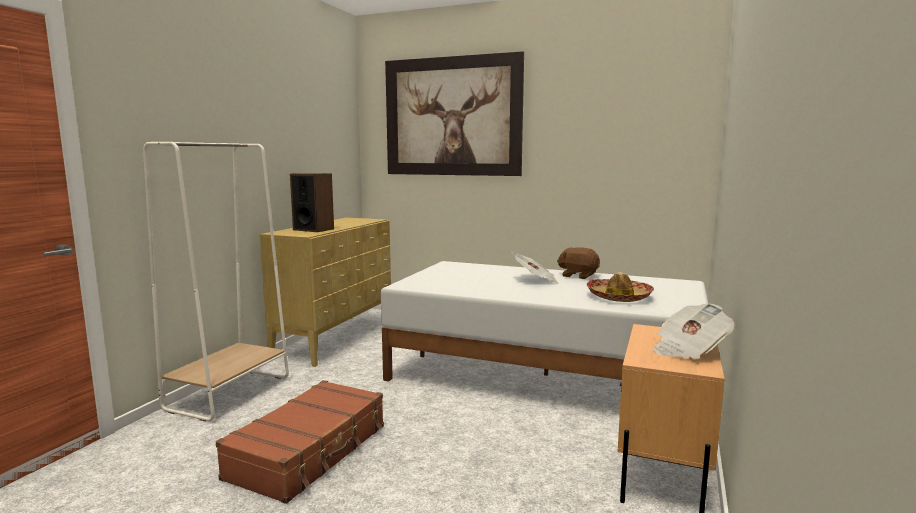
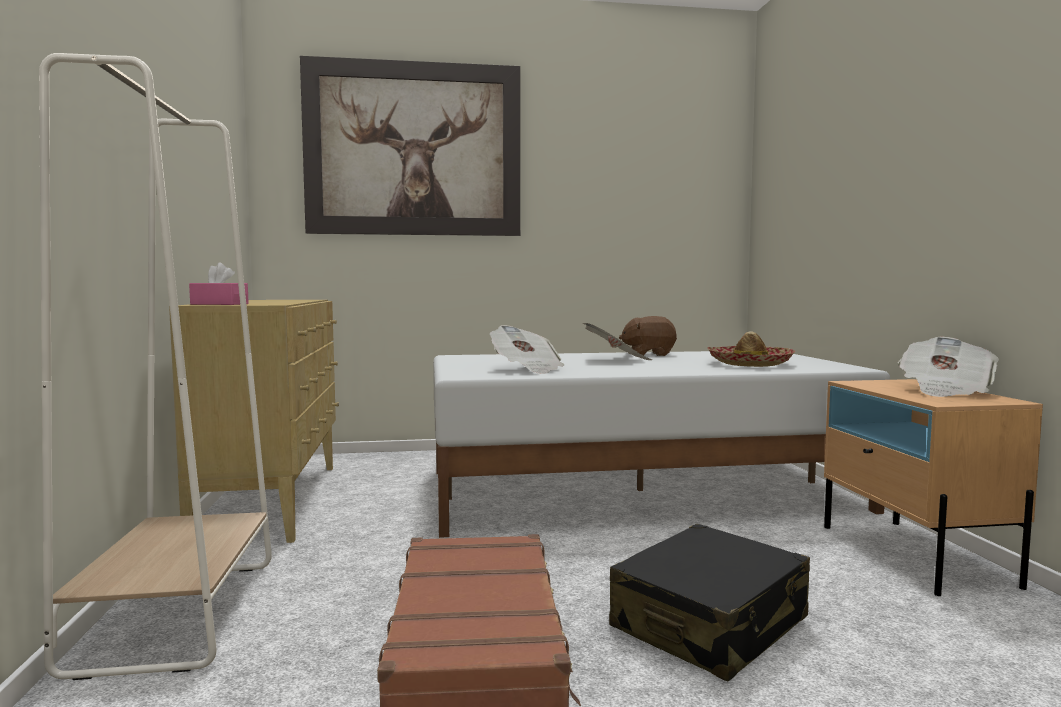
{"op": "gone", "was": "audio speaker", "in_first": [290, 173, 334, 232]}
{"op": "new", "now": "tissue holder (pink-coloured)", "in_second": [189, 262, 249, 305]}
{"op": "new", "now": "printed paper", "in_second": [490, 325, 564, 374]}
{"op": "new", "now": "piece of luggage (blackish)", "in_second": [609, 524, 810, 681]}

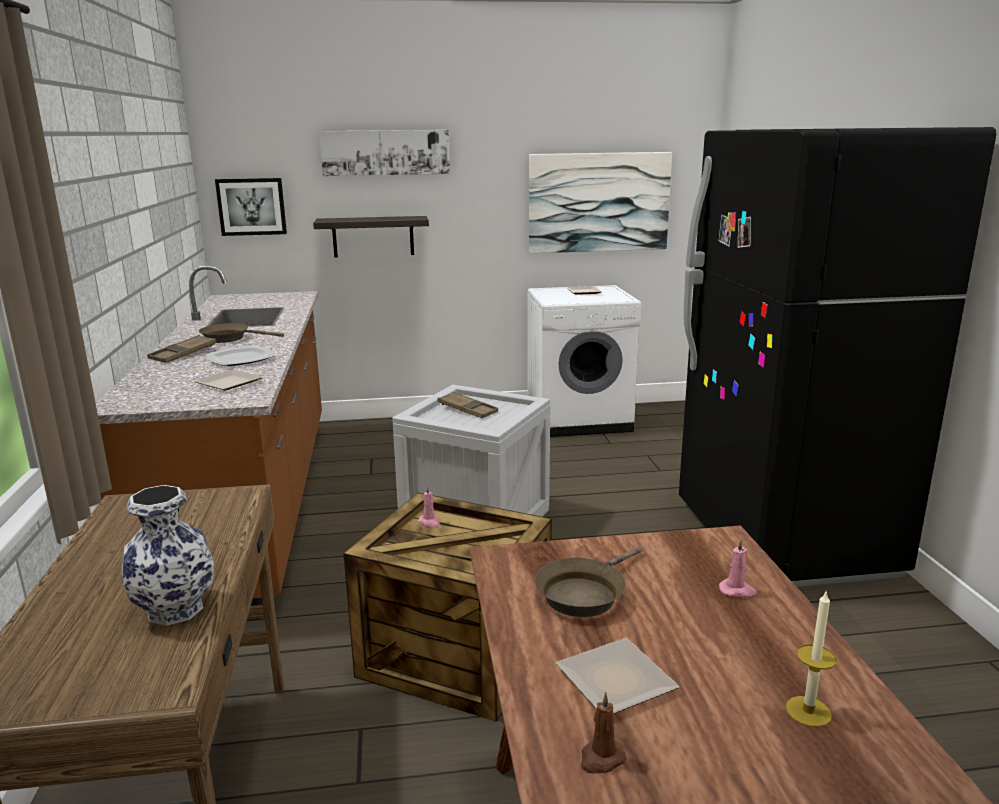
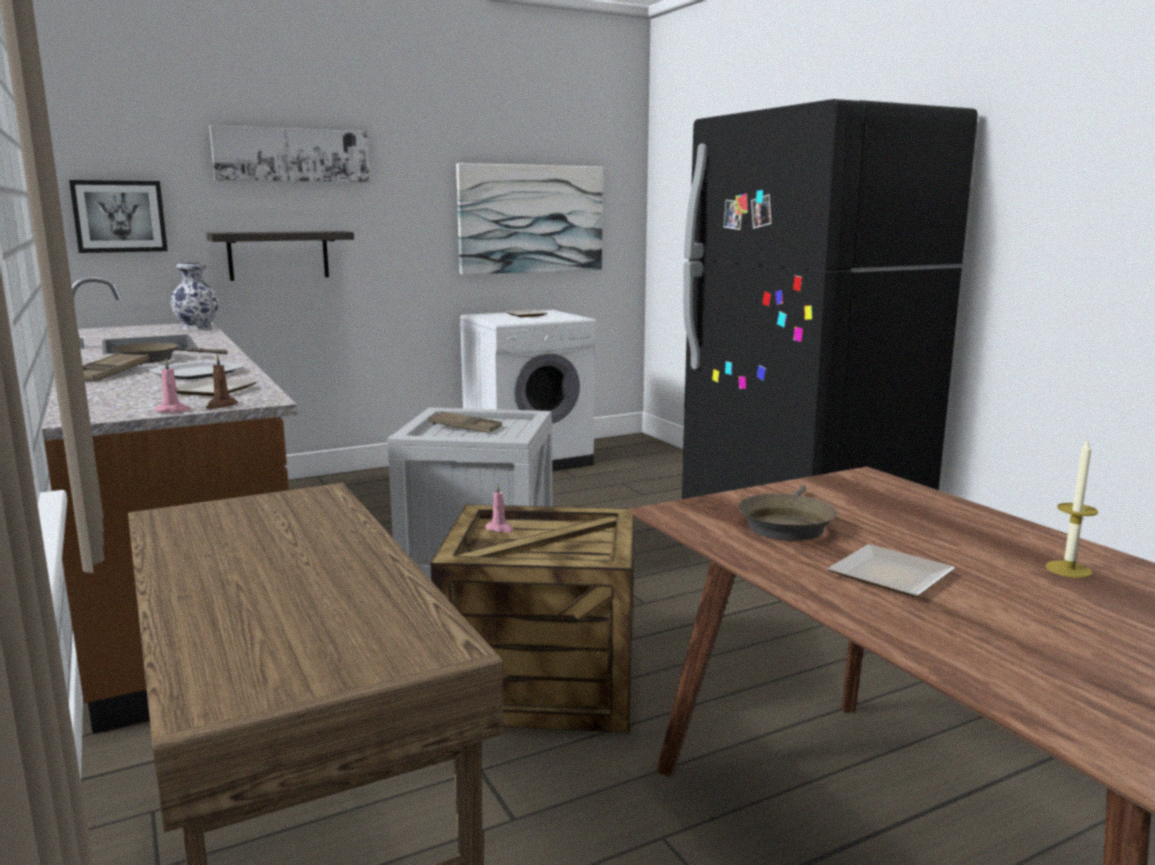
{"op": "shifted", "was": "flower vase", "in_first": [121, 485, 214, 626], "in_second": [170, 263, 219, 330]}
{"op": "shifted", "was": "candle (brown)", "in_first": [581, 692, 626, 774], "in_second": [206, 355, 238, 409]}
{"op": "shifted", "was": "candle (pink-coloured)", "in_first": [719, 538, 757, 598], "in_second": [155, 358, 191, 412]}

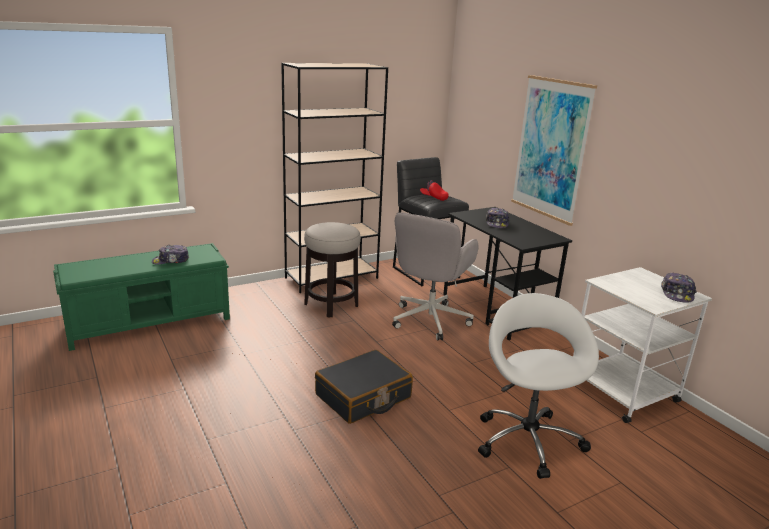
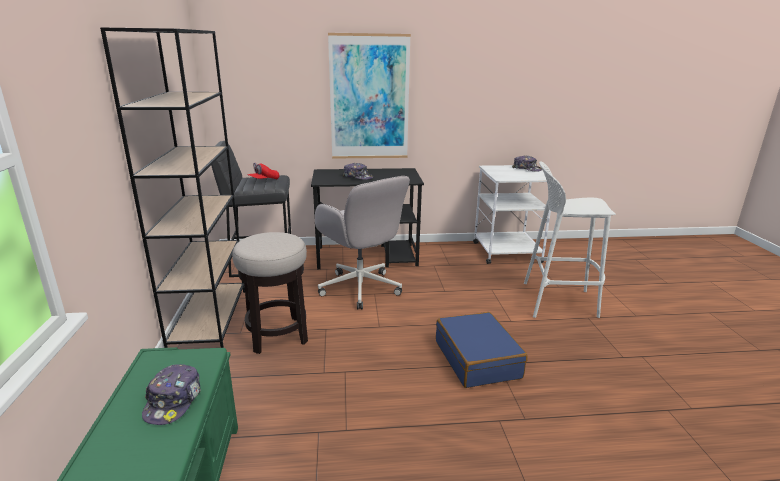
{"op": "repainted", "was": "piece of luggage (blackish)", "now": "piece of luggage (bluish)", "in_first": [315, 350, 413, 424], "in_second": [436, 312, 528, 388]}
{"op": "swapped", "was": "office chair (white-coloured)", "now": "stool seat (white-coloured)", "in_first": [478, 293, 599, 479], "in_second": [524, 161, 616, 318]}

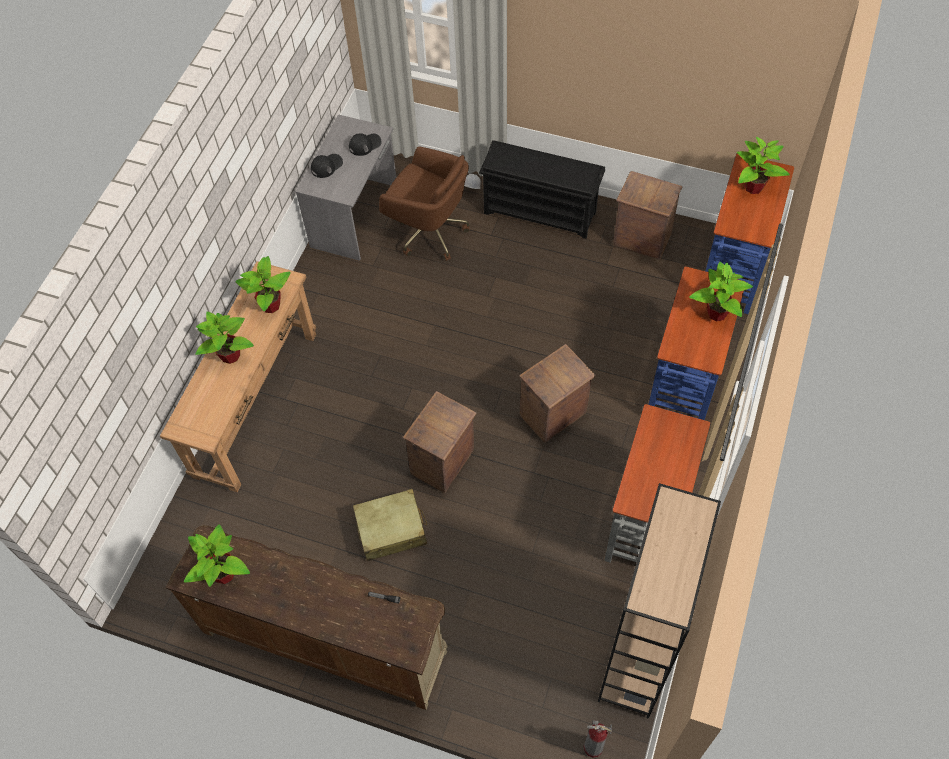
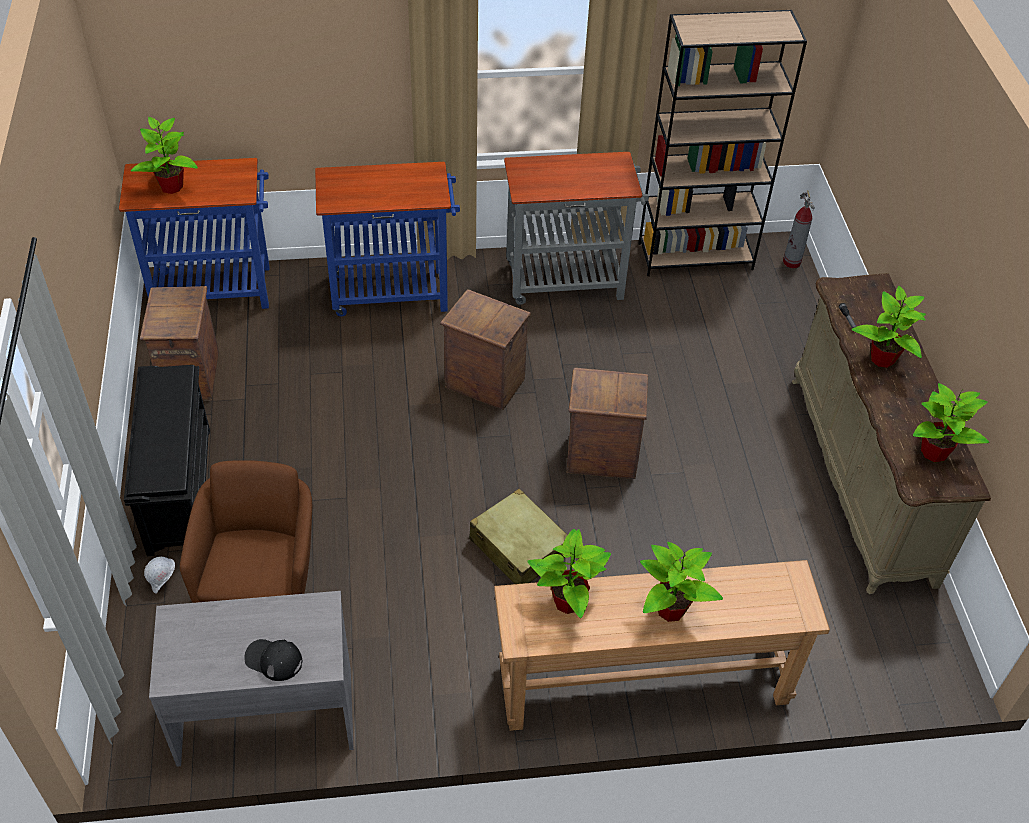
{"op": "gone", "was": "cap (blackish)", "in_first": [349, 133, 381, 156]}
{"op": "shifted", "was": "piece of luggage (sand-coloured)", "in_first": [353, 489, 427, 561], "in_second": [469, 488, 568, 584]}
{"op": "shifted", "was": "houseplant", "in_first": [689, 262, 753, 321], "in_second": [852, 286, 926, 368]}

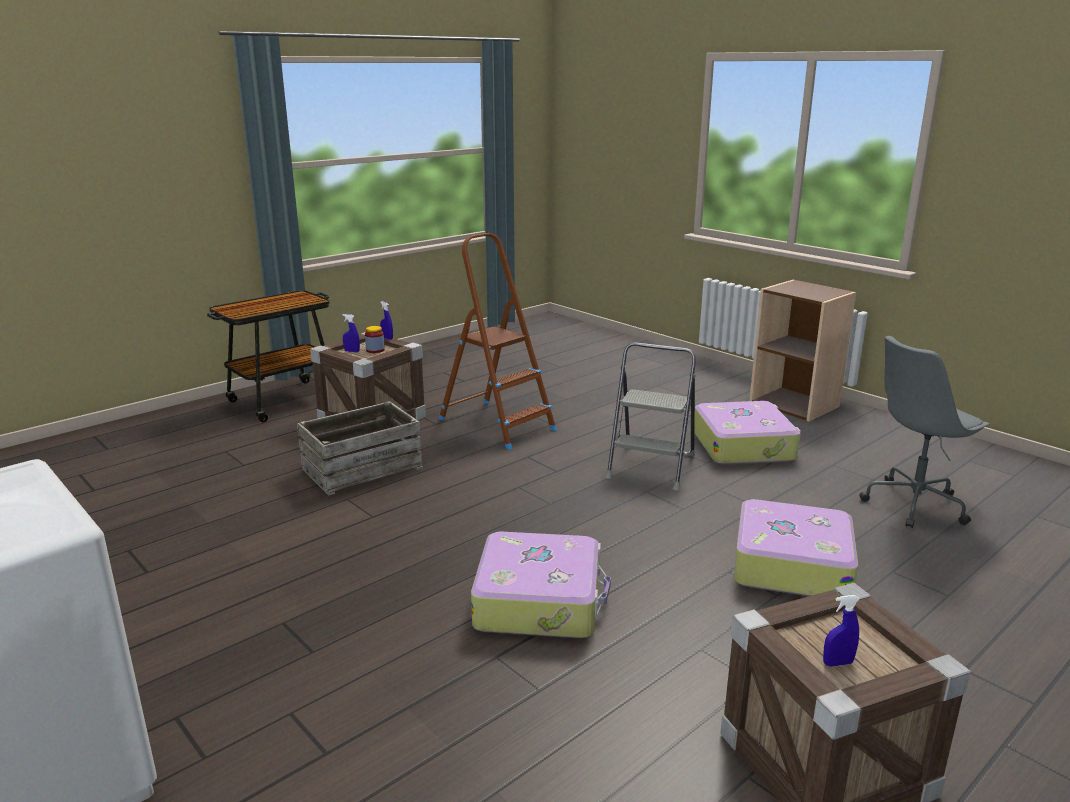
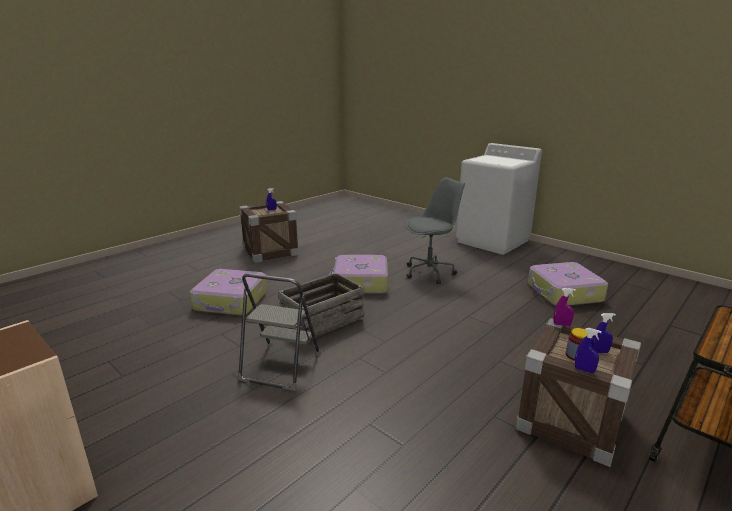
{"op": "shifted", "was": "crate", "in_first": [297, 401, 423, 496], "in_second": [278, 273, 364, 342]}
{"op": "gone", "was": "step ladder (brown)", "in_first": [439, 233, 557, 450]}
{"op": "shifted", "was": "piece of luggage", "in_first": [694, 401, 801, 465], "in_second": [528, 262, 608, 306]}
{"op": "shifted", "was": "office chair (grey)", "in_first": [859, 336, 989, 528], "in_second": [406, 177, 465, 284]}
{"op": "new", "now": "sprayer (purple-coloured)", "in_second": [553, 288, 576, 326]}

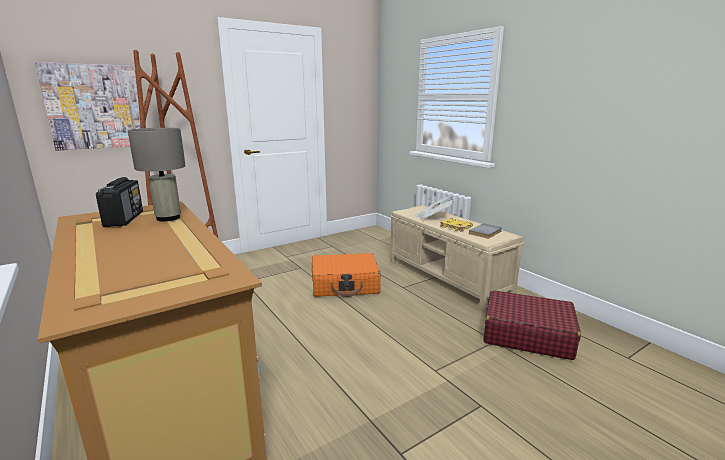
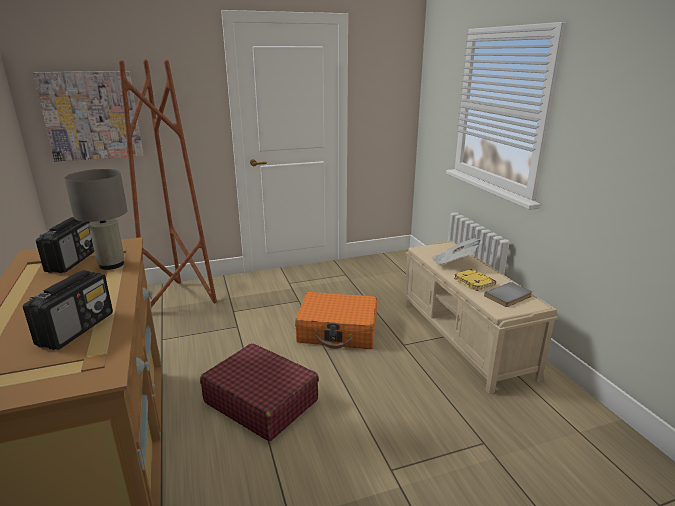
{"op": "shifted", "was": "piece of luggage (red)", "in_first": [483, 290, 581, 360], "in_second": [200, 343, 319, 441]}
{"op": "new", "now": "radio", "in_second": [23, 270, 113, 350]}

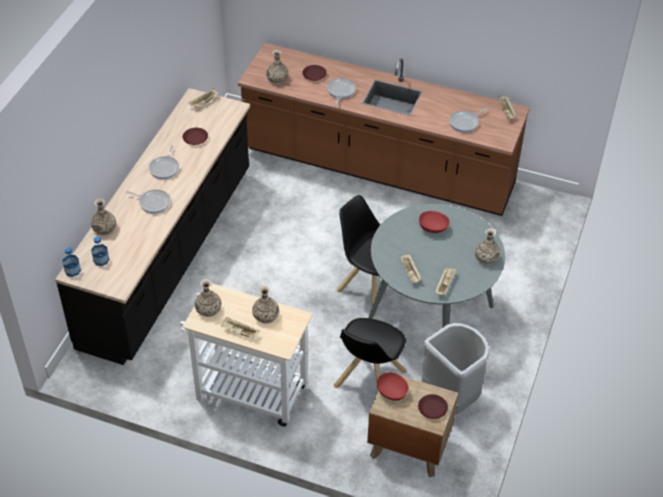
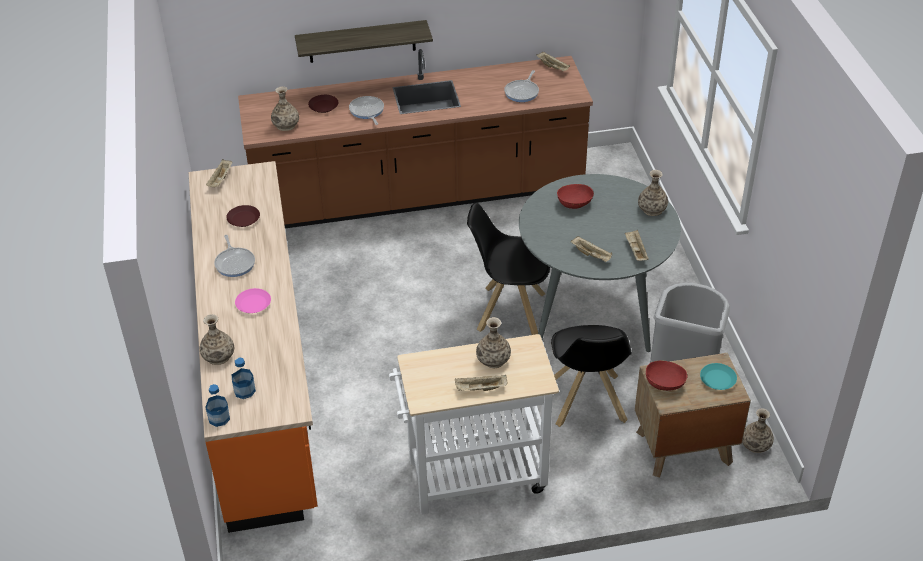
{"op": "repainted", "was": "counter (blackish)", "now": "counter (orangey)", "in_first": [55, 88, 250, 365], "in_second": [189, 161, 318, 533]}
{"op": "swapped", "was": "pan", "now": "flat dish (pink-coloured)", "in_first": [126, 189, 171, 214], "in_second": [235, 288, 271, 313]}
{"op": "shifted", "was": "flower vase", "in_first": [194, 279, 222, 317], "in_second": [742, 408, 774, 453]}
{"op": "repainted", "was": "flat dish (brown)", "now": "flat dish (turquoise)", "in_first": [418, 394, 448, 419], "in_second": [700, 363, 737, 390]}
{"op": "new", "now": "shelf", "in_second": [295, 20, 433, 63]}

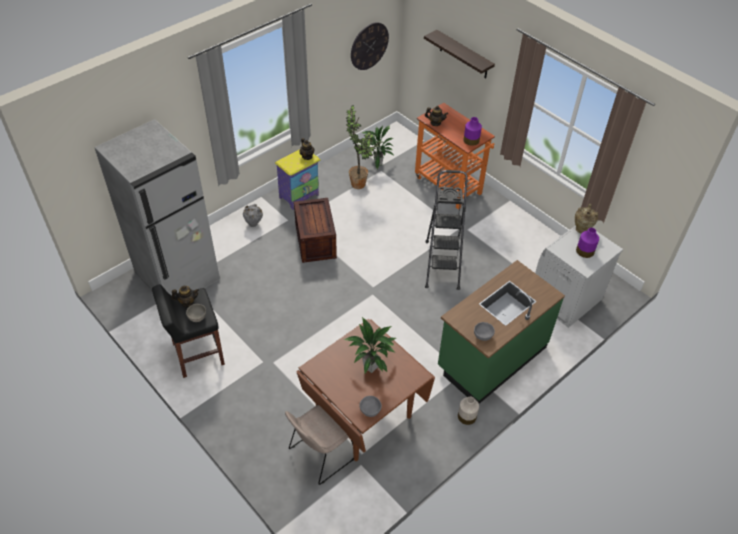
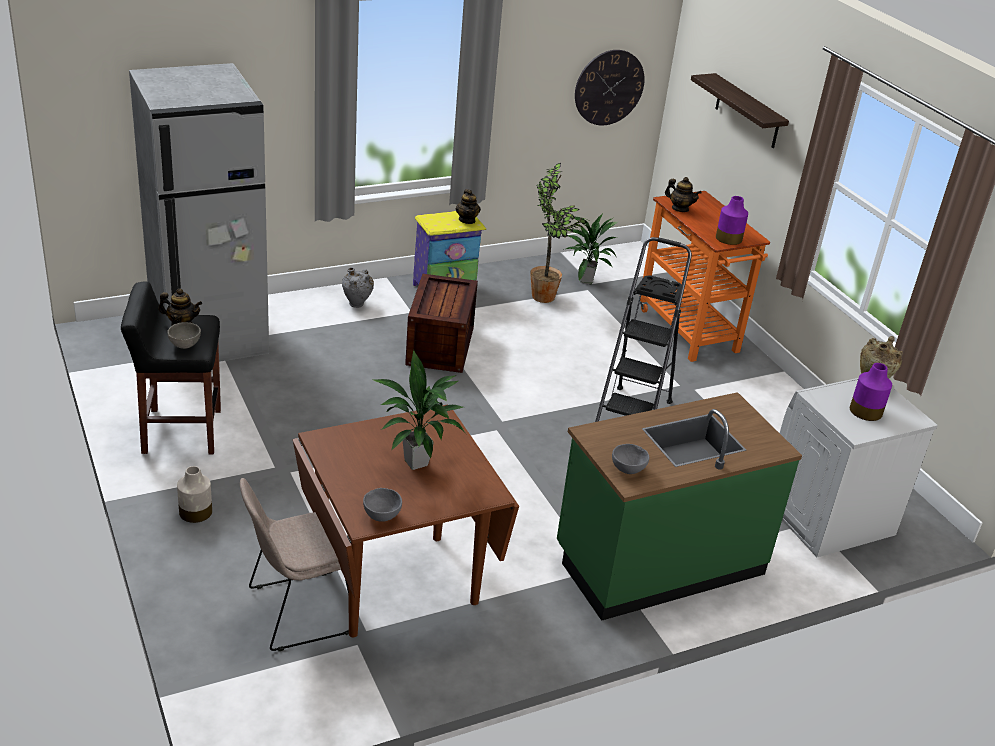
{"op": "shifted", "was": "flower vase (sand-coloured)", "in_first": [458, 396, 479, 425], "in_second": [177, 466, 212, 523]}

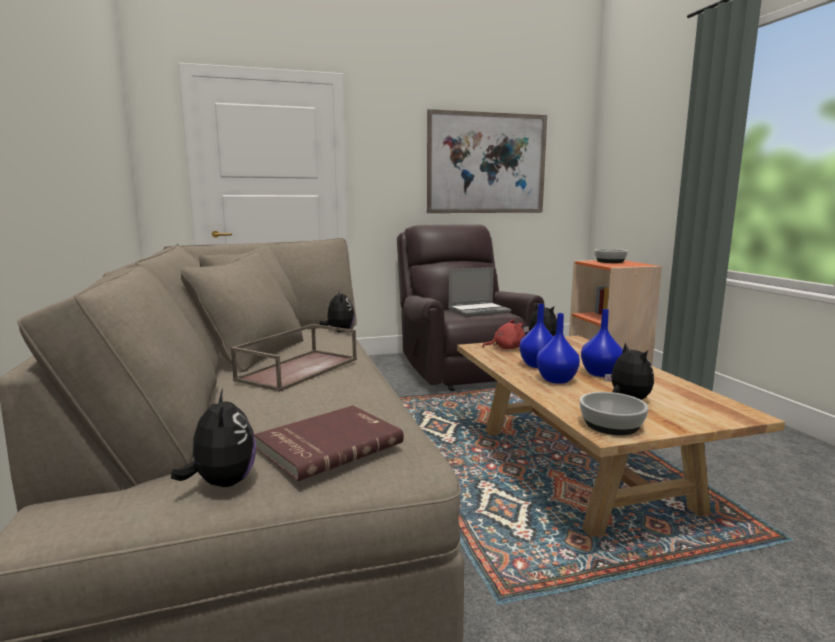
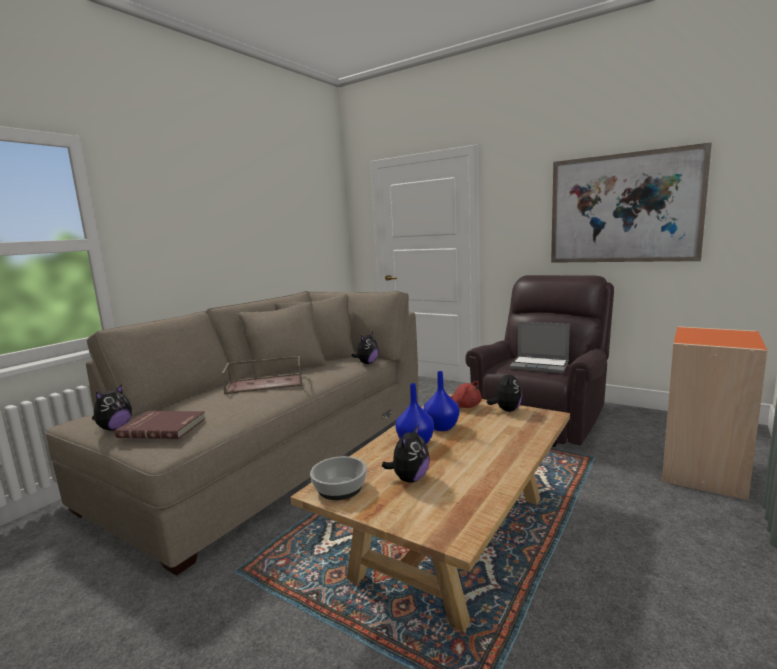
{"op": "gone", "was": "flower vase (bluish)", "in_first": [581, 309, 623, 377]}
{"op": "gone", "was": "bowl", "in_first": [595, 249, 628, 263]}

